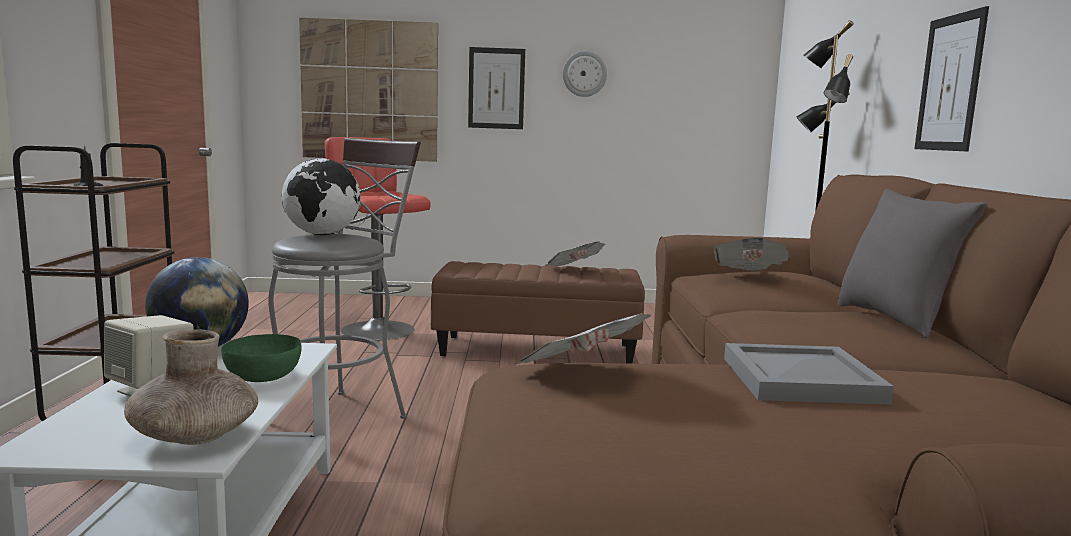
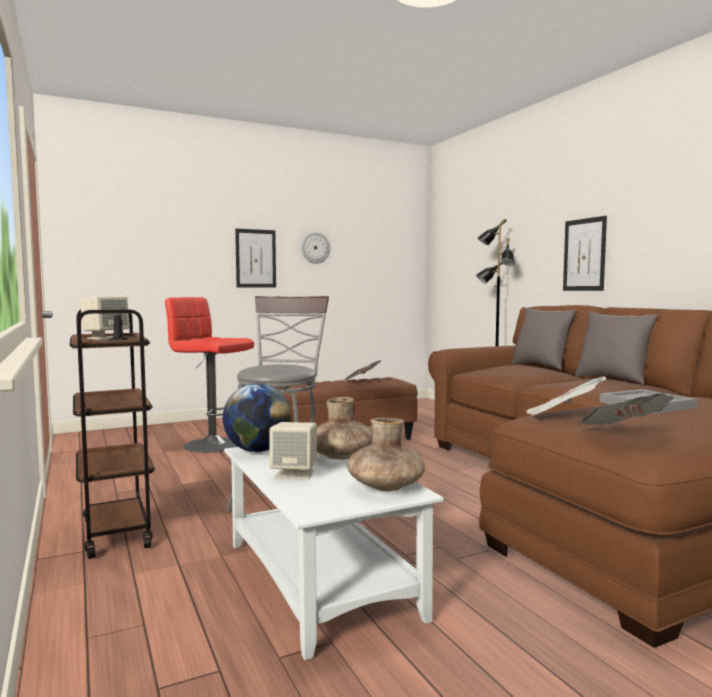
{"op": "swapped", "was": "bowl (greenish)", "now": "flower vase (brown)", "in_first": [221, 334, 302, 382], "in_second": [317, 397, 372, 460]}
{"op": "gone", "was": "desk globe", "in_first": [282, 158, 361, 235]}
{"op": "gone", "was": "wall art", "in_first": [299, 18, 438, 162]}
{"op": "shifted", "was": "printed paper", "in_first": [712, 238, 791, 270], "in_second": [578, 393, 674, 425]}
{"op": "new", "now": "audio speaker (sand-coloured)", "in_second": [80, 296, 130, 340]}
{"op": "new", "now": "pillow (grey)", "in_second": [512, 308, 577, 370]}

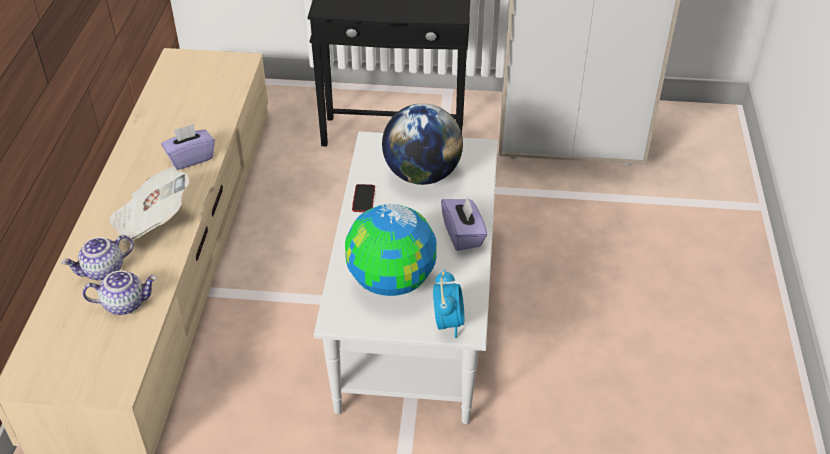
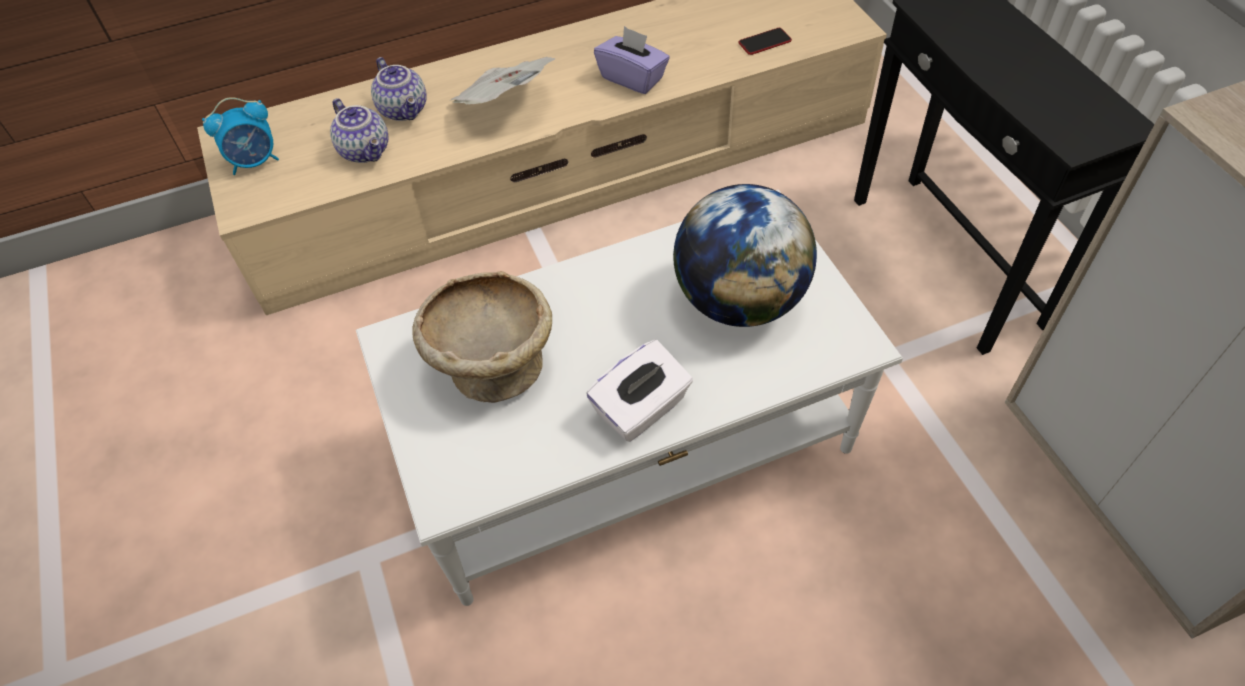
{"op": "rotated", "was": "tea pot", "in_first": [62, 235, 133, 281], "in_second": [371, 57, 427, 121], "clockwise": -150}
{"op": "swapped", "was": "desk globe", "now": "bowl (sand-coloured)", "in_first": [345, 204, 437, 296], "in_second": [412, 271, 552, 403]}
{"op": "shifted", "was": "phone", "in_first": [352, 184, 375, 212], "in_second": [739, 28, 792, 55]}
{"op": "shifted", "was": "bedside clock", "in_first": [433, 270, 464, 338], "in_second": [202, 97, 279, 175]}
{"op": "repainted", "was": "tissue holder (purple-coloured)", "now": "tissue holder (white-coloured)", "in_first": [441, 196, 487, 251], "in_second": [586, 340, 693, 442]}

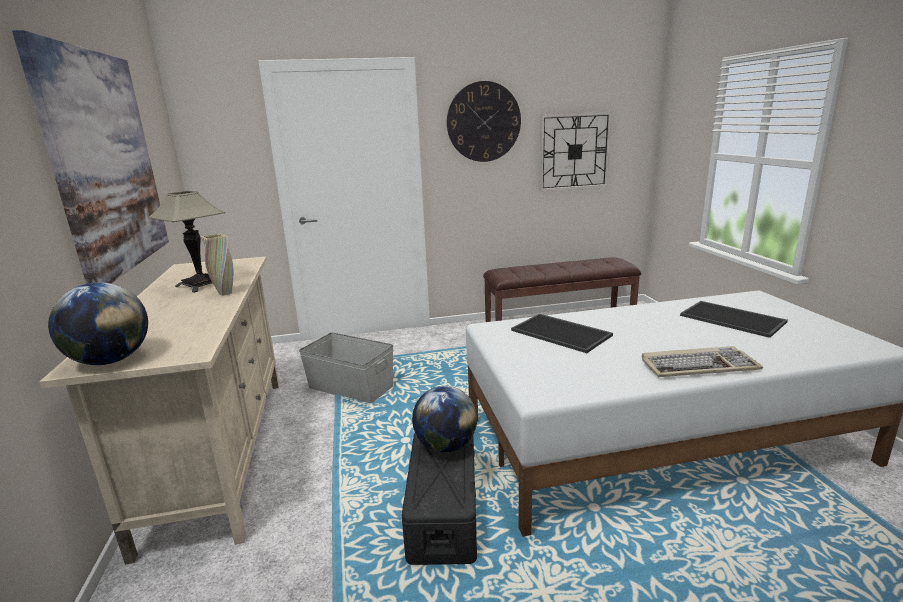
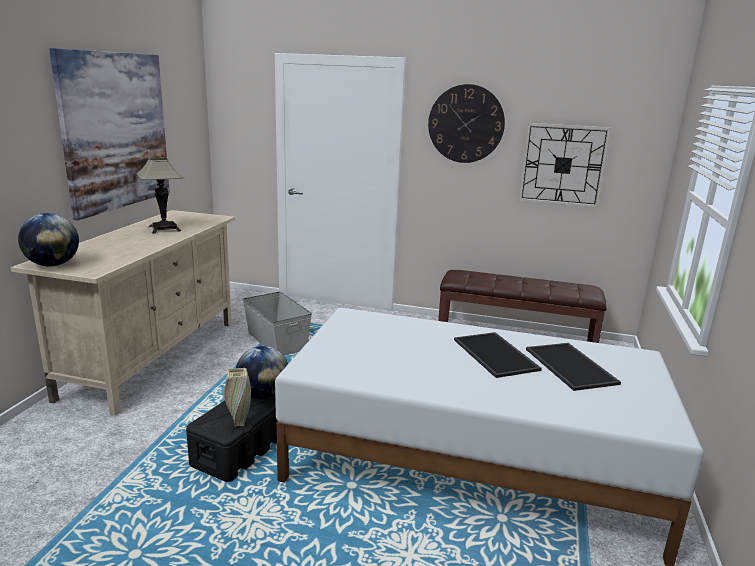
{"op": "shifted", "was": "flower vase (sand-coloured)", "in_first": [201, 233, 234, 296], "in_second": [224, 368, 251, 427]}
{"op": "shifted", "was": "serving tray", "in_first": [511, 314, 613, 353], "in_second": [454, 332, 542, 378]}
{"op": "gone", "was": "PC keyboard", "in_first": [642, 346, 763, 377]}

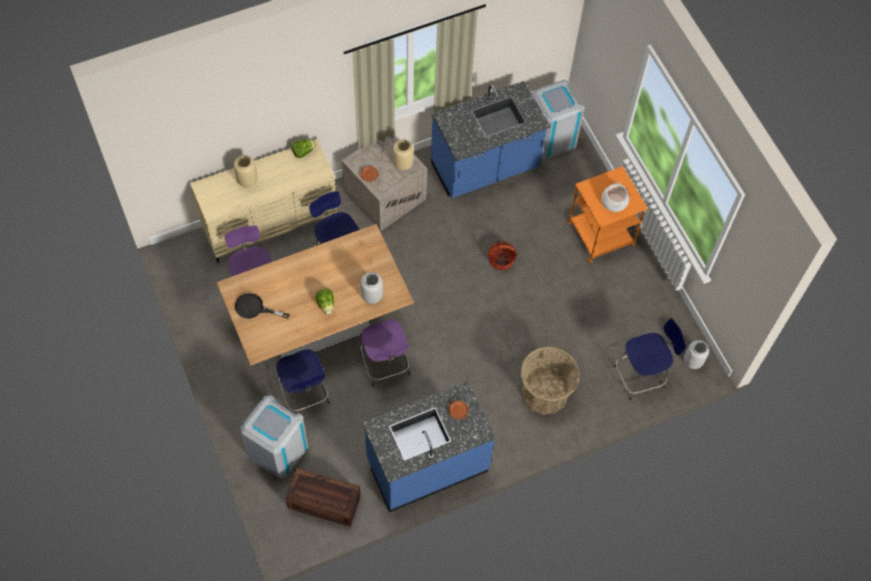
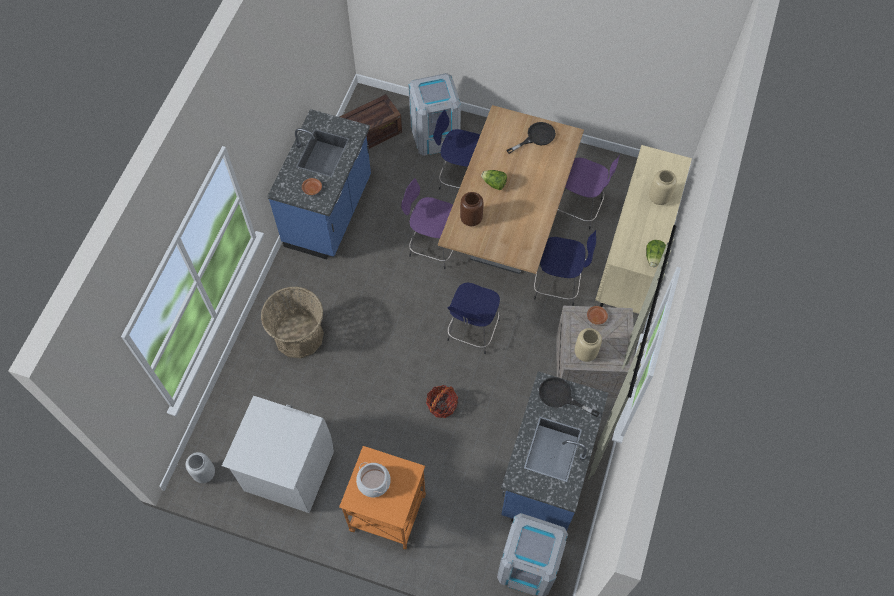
{"op": "repainted", "was": "flower vase (grey)", "now": "flower vase (brown)", "in_first": [361, 272, 383, 304], "in_second": [460, 192, 484, 226]}
{"op": "shifted", "was": "stool seat (bluish)", "in_first": [614, 318, 686, 400], "in_second": [447, 283, 500, 354]}
{"op": "new", "now": "laundry machine (white-coloured)", "in_second": [222, 396, 334, 513]}
{"op": "new", "now": "pan (blackish)", "in_second": [539, 377, 600, 417]}

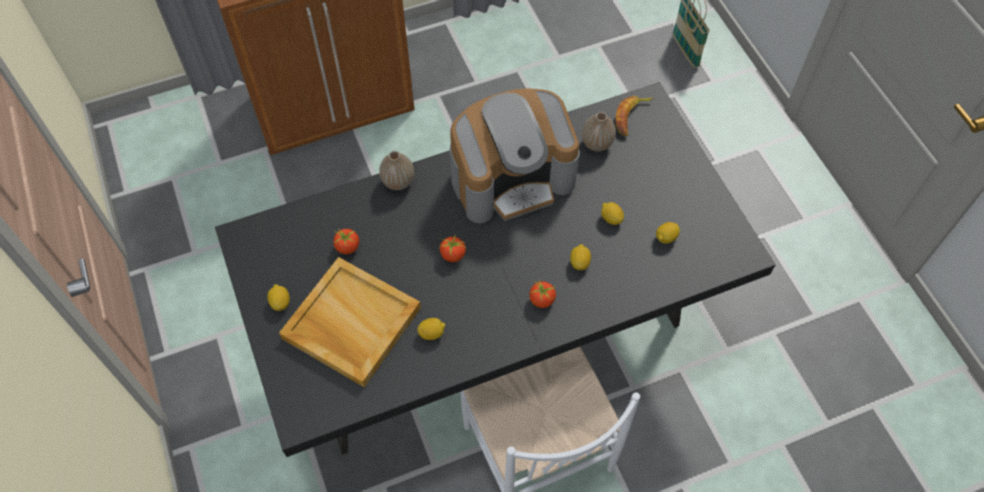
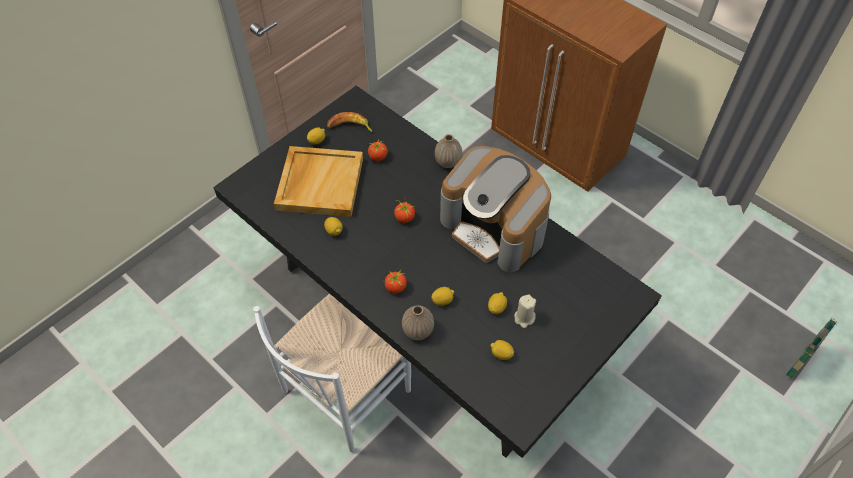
{"op": "shifted", "was": "flower vase", "in_first": [582, 112, 616, 151], "in_second": [402, 305, 434, 340]}
{"op": "shifted", "was": "whole banana", "in_first": [615, 96, 654, 136], "in_second": [327, 112, 372, 132]}
{"op": "new", "now": "candle (sand-coloured)", "in_second": [514, 295, 536, 328]}

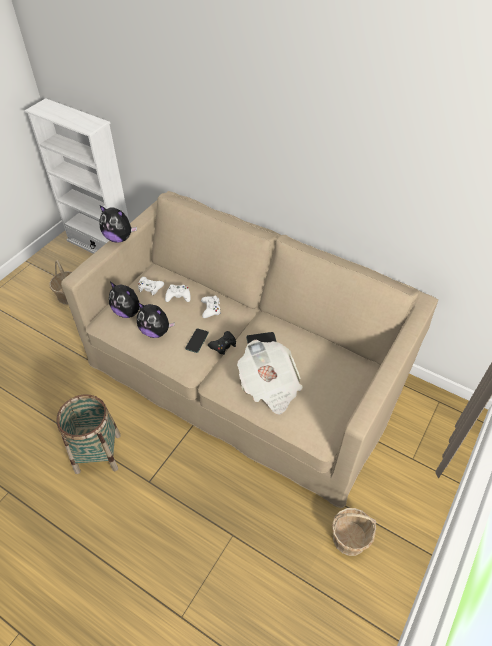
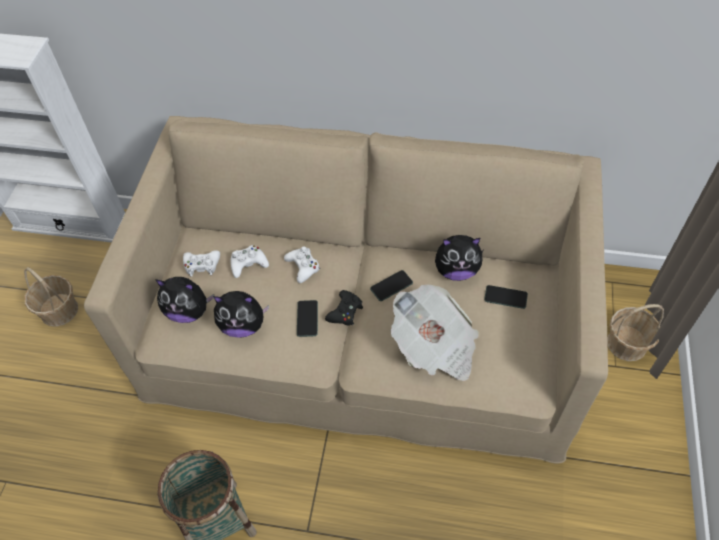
{"op": "shifted", "was": "cuddly toy", "in_first": [99, 206, 137, 243], "in_second": [435, 235, 484, 281]}
{"op": "shifted", "was": "storage basket", "in_first": [332, 508, 376, 556], "in_second": [607, 304, 664, 361]}
{"op": "new", "now": "phone", "in_second": [484, 285, 528, 309]}

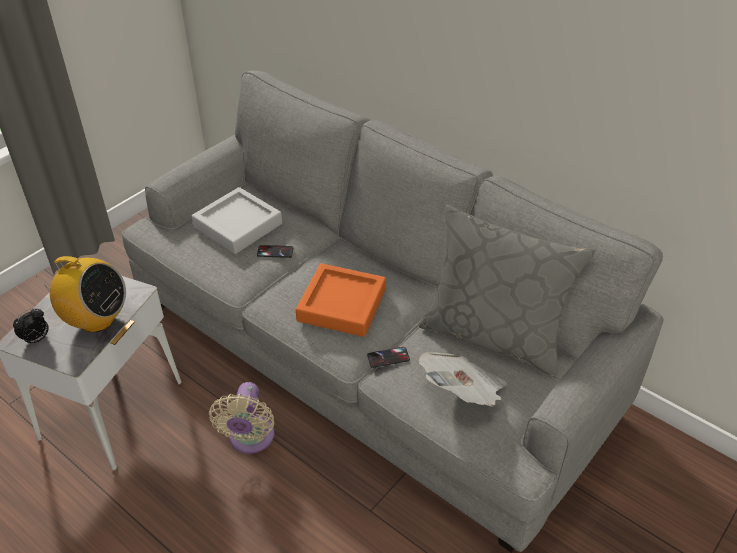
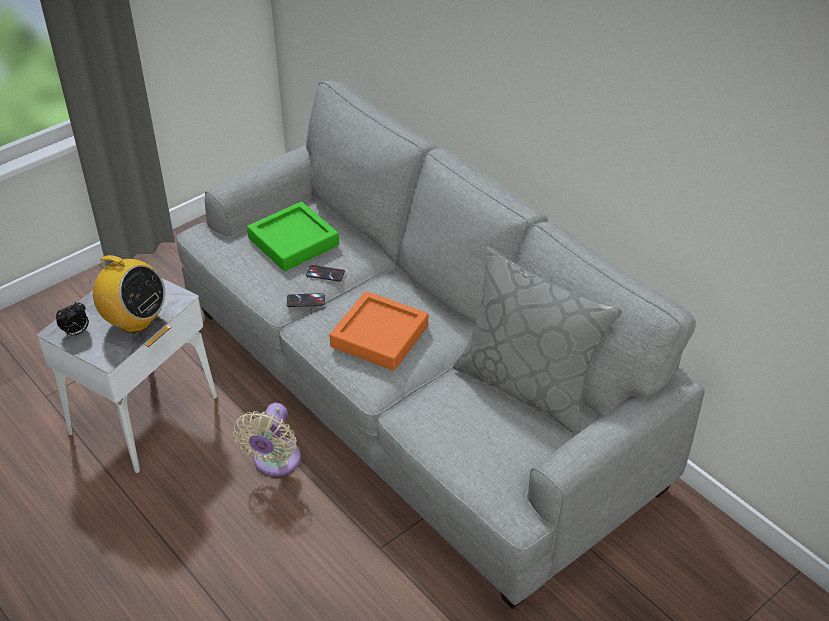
{"op": "repainted", "was": "serving tray (grey)", "now": "serving tray (greenish)", "in_first": [192, 187, 282, 254], "in_second": [247, 202, 339, 271]}
{"op": "shifted", "was": "phone", "in_first": [367, 347, 410, 368], "in_second": [287, 293, 325, 307]}
{"op": "gone", "was": "printed paper", "in_first": [419, 352, 507, 407]}

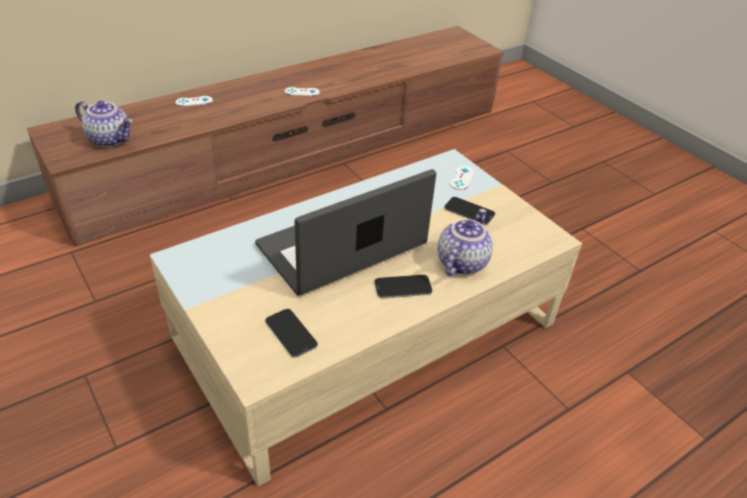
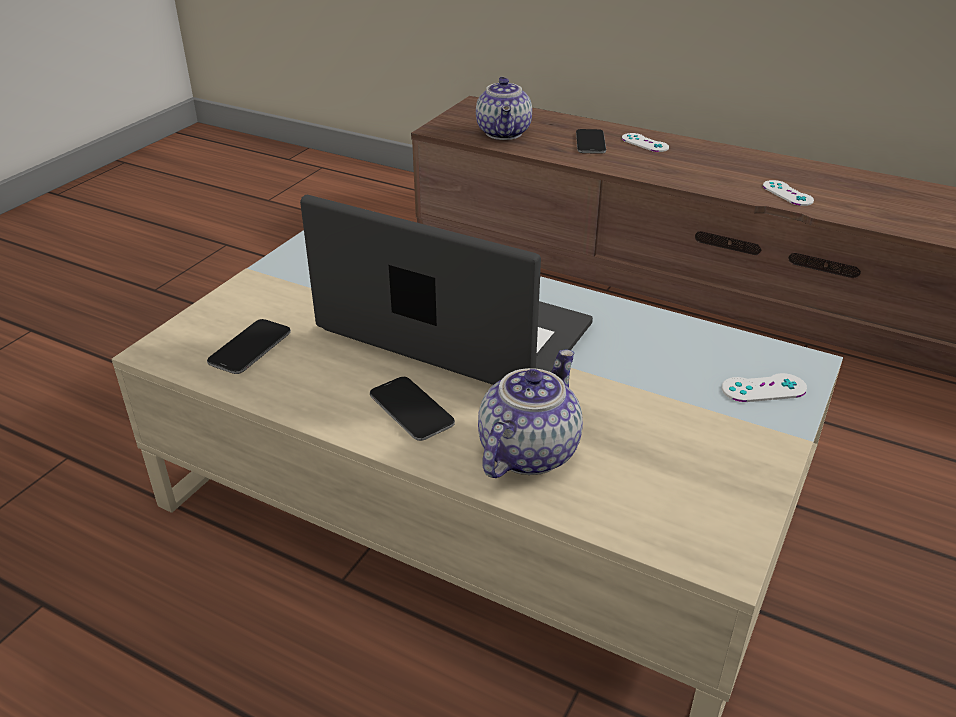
{"op": "rotated", "was": "tea pot", "in_first": [438, 209, 493, 276], "in_second": [478, 349, 583, 478], "clockwise": -60}
{"op": "shifted", "was": "phone", "in_first": [444, 197, 495, 225], "in_second": [576, 129, 606, 154]}

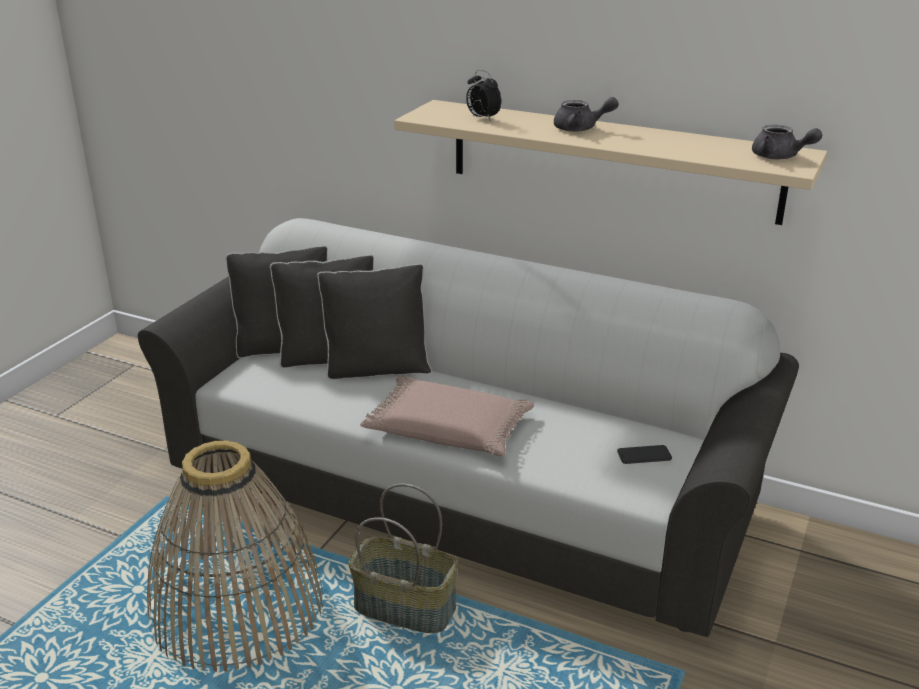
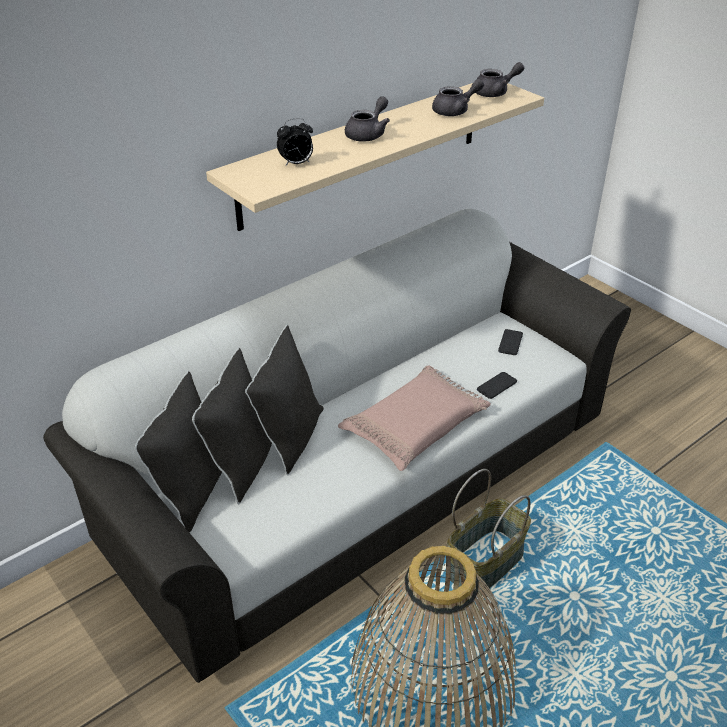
{"op": "new", "now": "tea pot (grey)", "in_second": [432, 79, 484, 116]}
{"op": "new", "now": "phone", "in_second": [477, 372, 517, 399]}

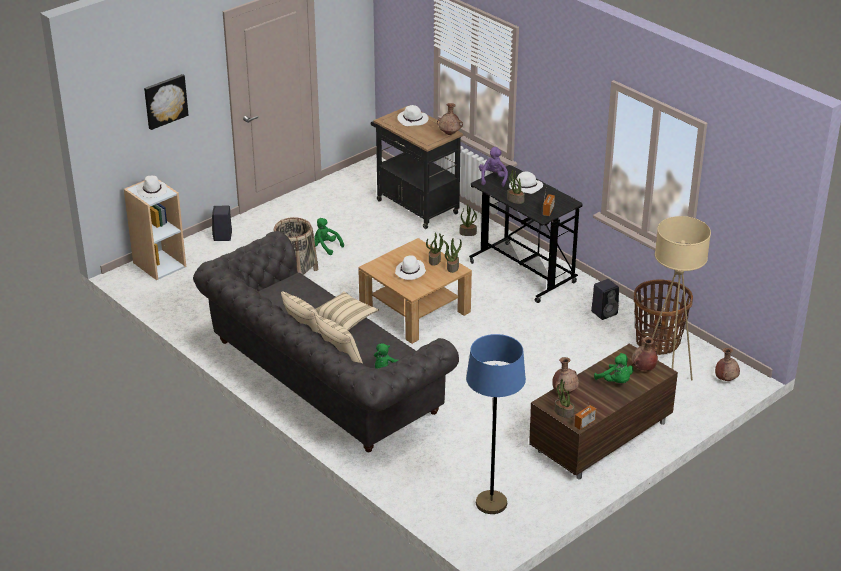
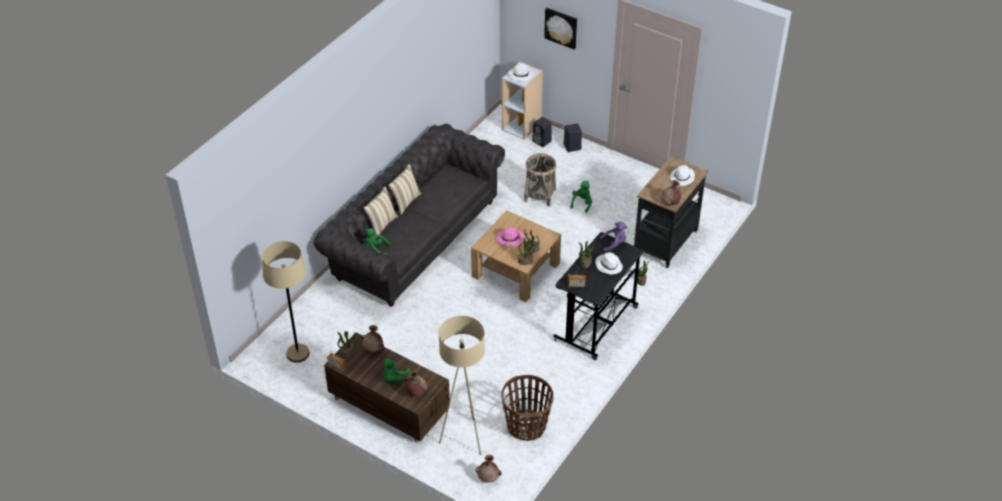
{"op": "gone", "was": "pillow (sand-coloured)", "in_first": [316, 291, 379, 331]}
{"op": "repainted", "was": "hat (white-coloured)", "now": "hat (pink-coloured)", "in_first": [395, 255, 426, 280], "in_second": [496, 227, 525, 246]}
{"op": "repainted", "was": "standard lamp (bluish)", "now": "standard lamp (sand-coloured)", "in_first": [466, 334, 526, 514], "in_second": [262, 241, 310, 363]}
{"op": "shifted", "was": "audio speaker (blackish)", "in_first": [591, 279, 619, 320], "in_second": [532, 117, 552, 147]}

